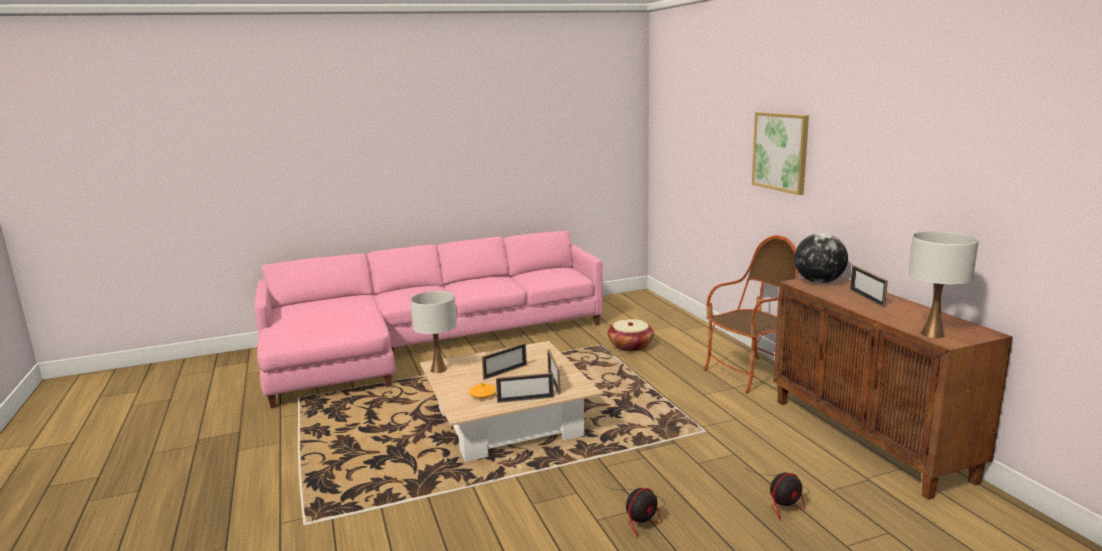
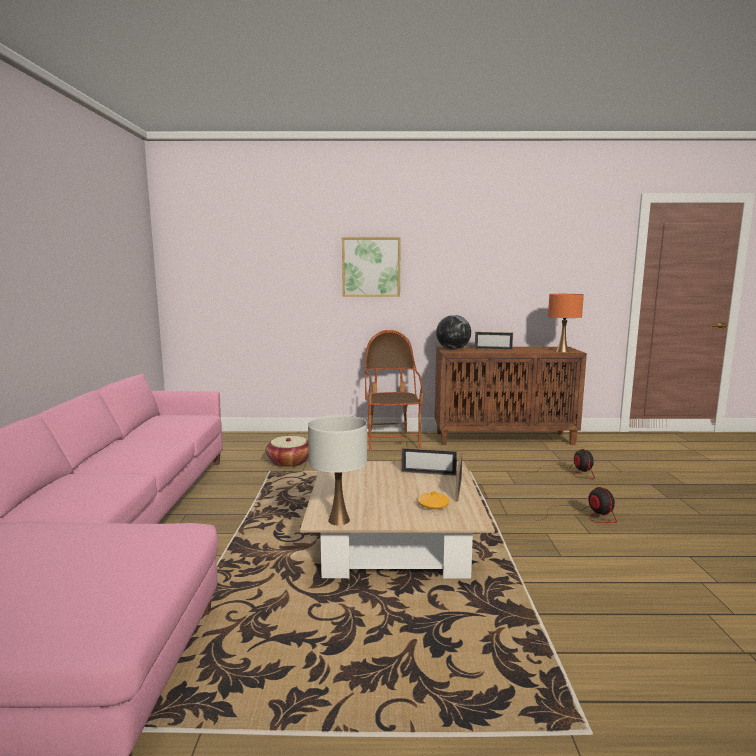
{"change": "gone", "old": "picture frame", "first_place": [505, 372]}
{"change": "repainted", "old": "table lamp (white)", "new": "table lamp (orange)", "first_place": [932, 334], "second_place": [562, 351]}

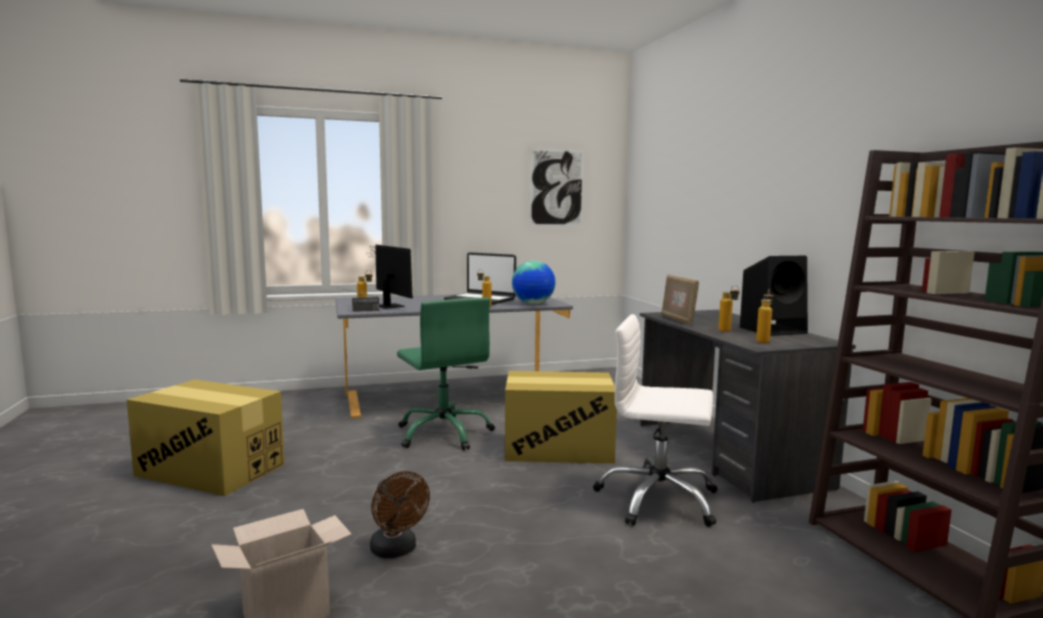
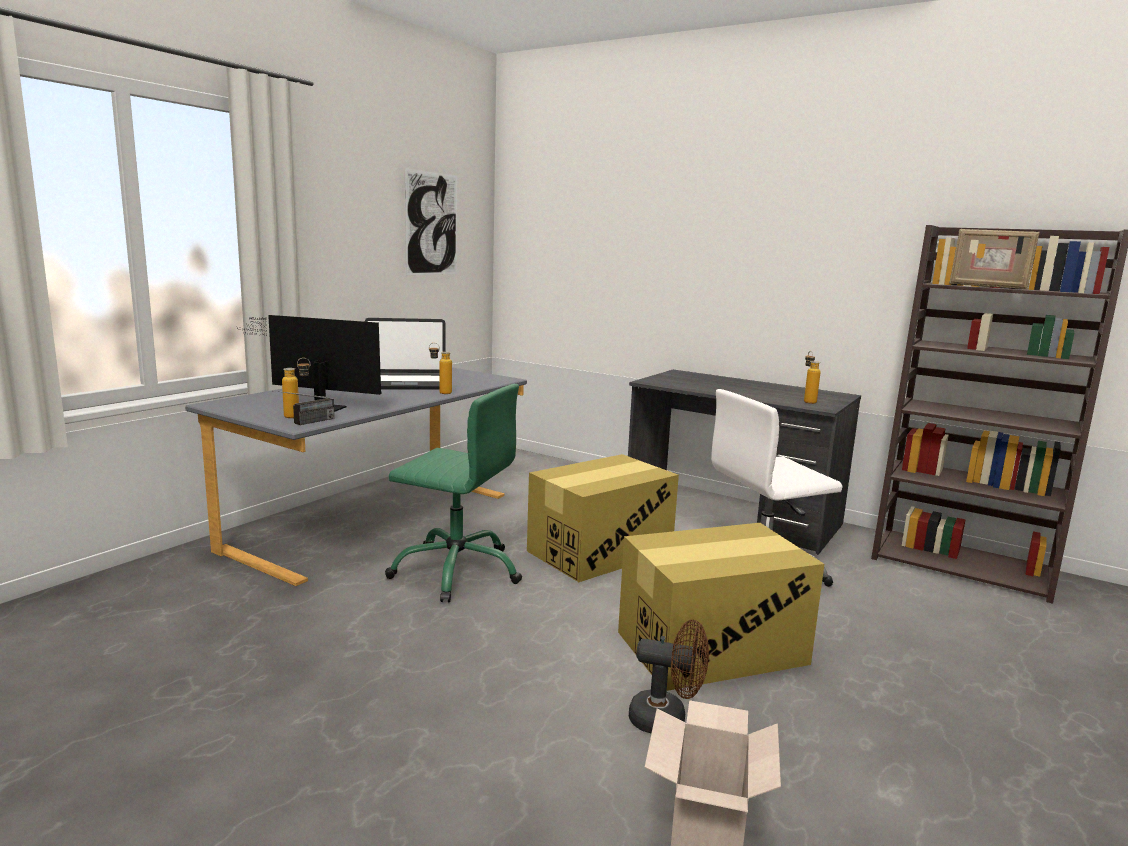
{"change": "shifted", "old": "cardboard box", "first_place": [210, 470], "second_place": [710, 648]}
{"change": "gone", "old": "globe", "first_place": [533, 304]}
{"change": "shifted", "old": "picture frame", "first_place": [678, 319], "second_place": [987, 286]}
{"change": "gone", "old": "bottle", "first_place": [728, 331]}
{"change": "gone", "old": "speaker (black)", "first_place": [773, 330]}

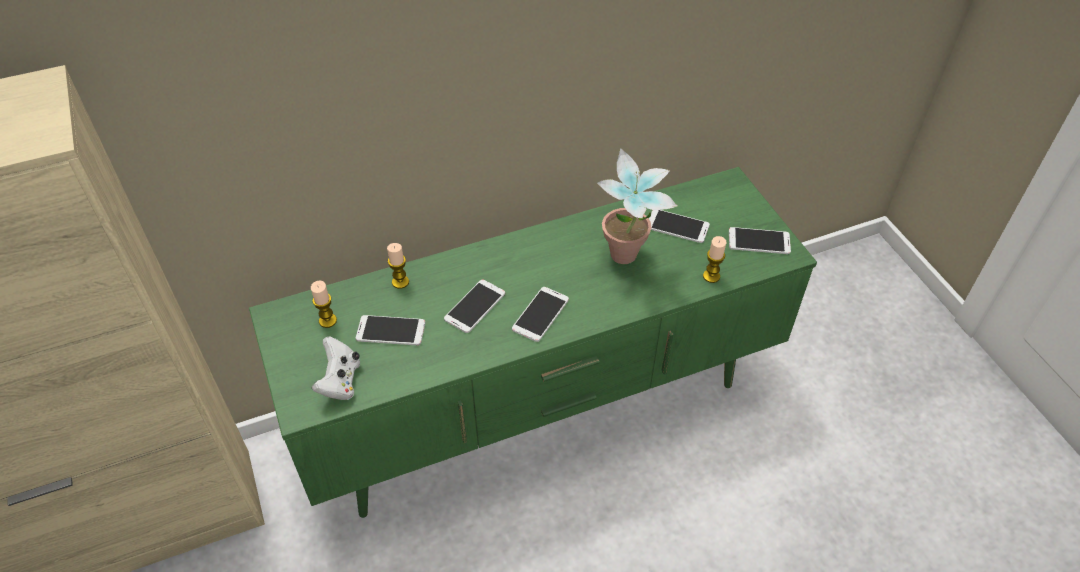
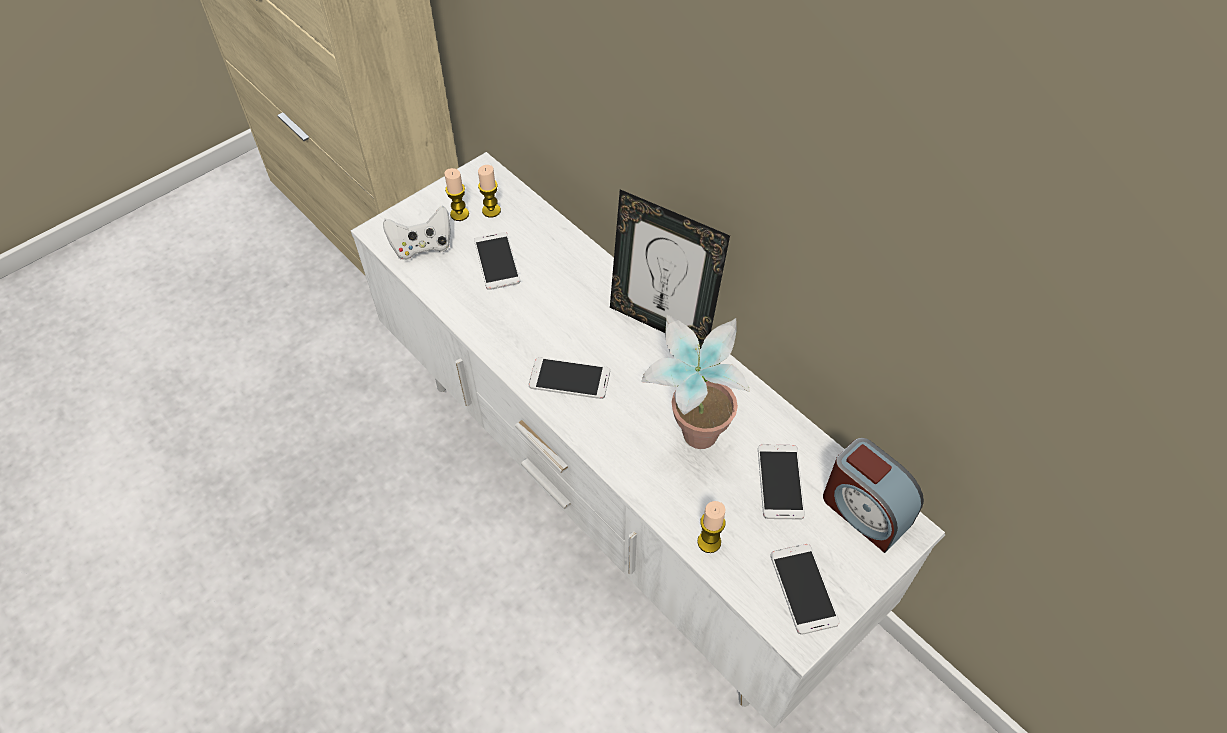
{"change": "repainted", "old": "tv stand (green)", "new": "tv stand (white)", "first_place": [539, 414], "second_place": [613, 501]}
{"change": "shifted", "old": "candle", "first_place": [400, 282], "second_place": [459, 214]}
{"change": "gone", "old": "phone", "first_place": [475, 306]}
{"change": "new", "new": "picture frame", "second_place": [661, 323]}
{"change": "new", "new": "alarm clock", "second_place": [864, 511]}

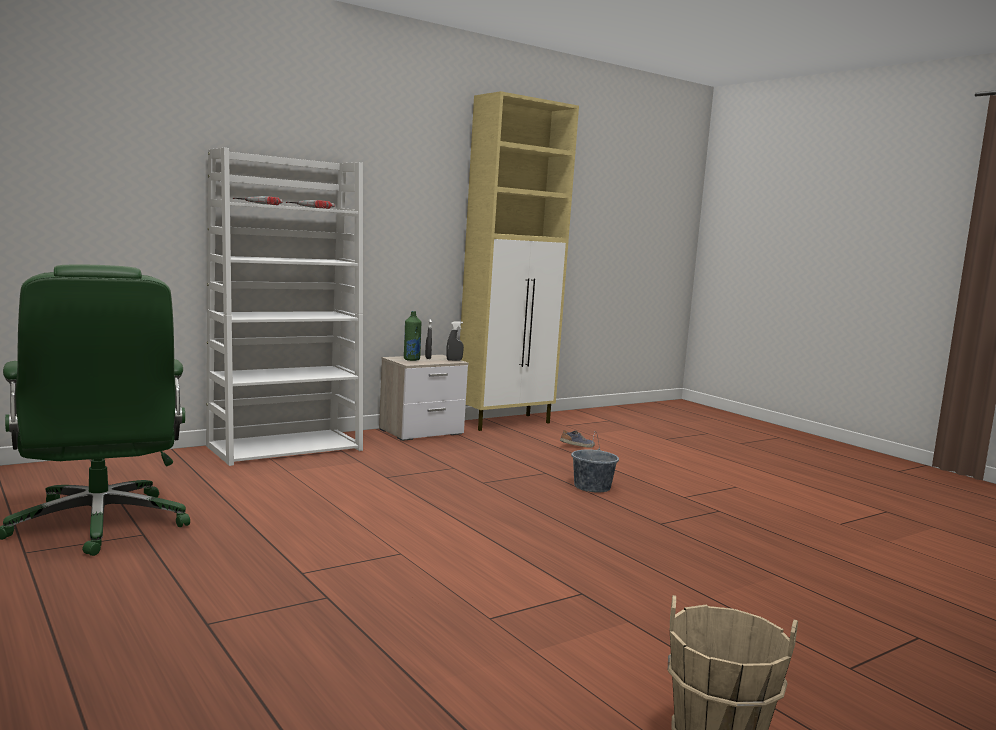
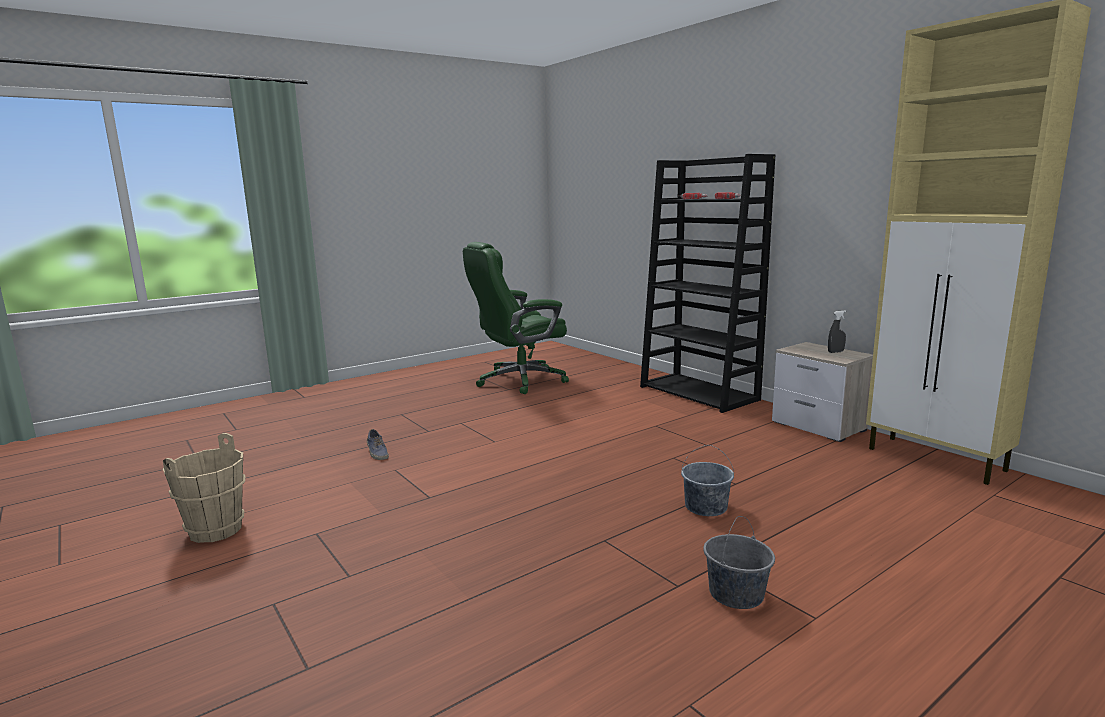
{"change": "repainted", "old": "bookcase (white)", "new": "bookcase (black)", "first_place": [286, 448], "second_place": [699, 393]}
{"change": "gone", "old": "bottle (green)", "first_place": [411, 359]}
{"change": "gone", "old": "spray bottle (grey)", "first_place": [454, 360]}
{"change": "shifted", "old": "shoe", "first_place": [577, 446], "second_place": [377, 453]}
{"change": "new", "new": "bucket (grey)", "second_place": [736, 594]}

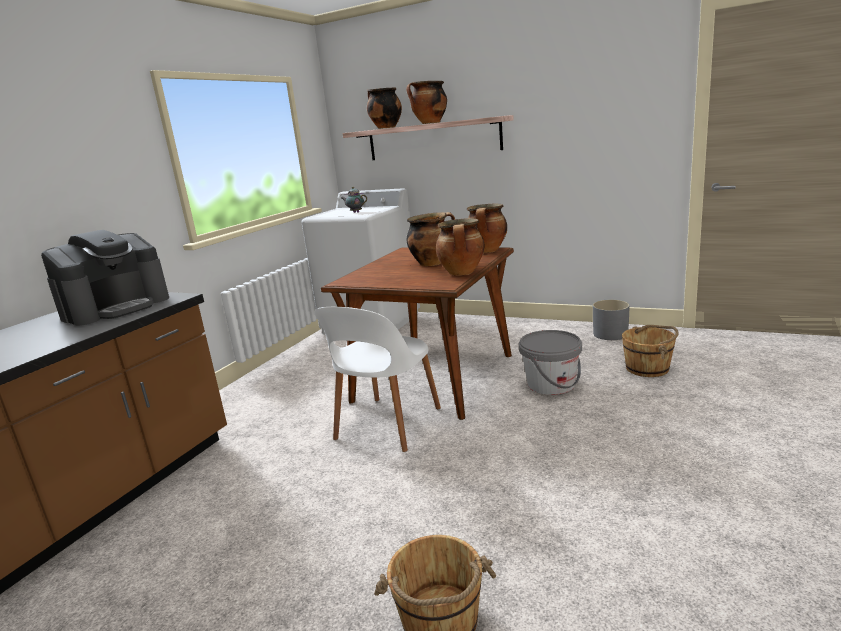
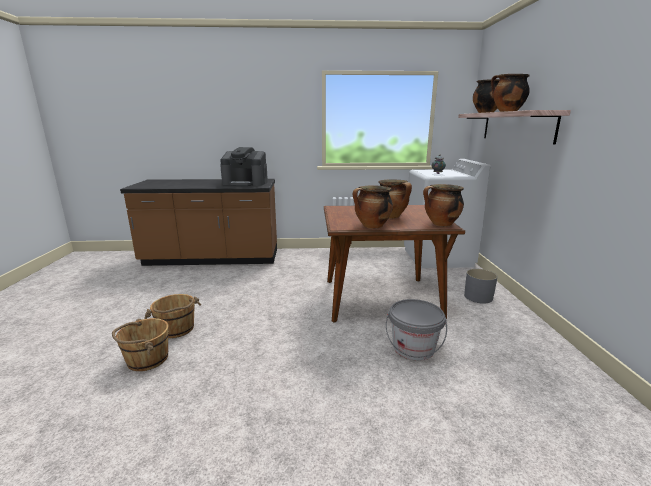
{"change": "gone", "old": "chair (white)", "first_place": [387, 425]}
{"change": "shifted", "old": "planter (grey)", "first_place": [610, 334], "second_place": [478, 297]}
{"change": "shifted", "old": "bucket (brown)", "first_place": [648, 368], "second_place": [176, 329]}

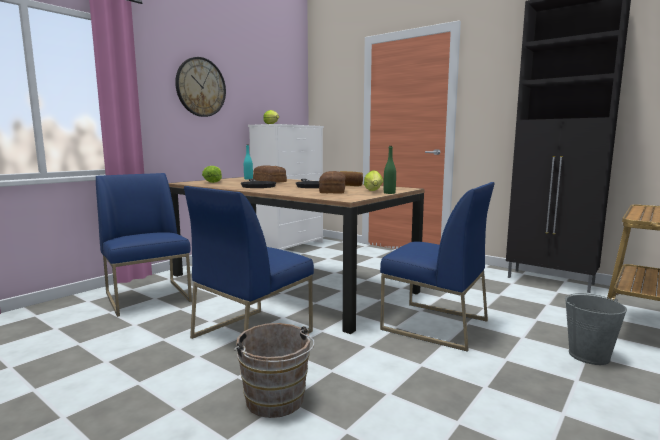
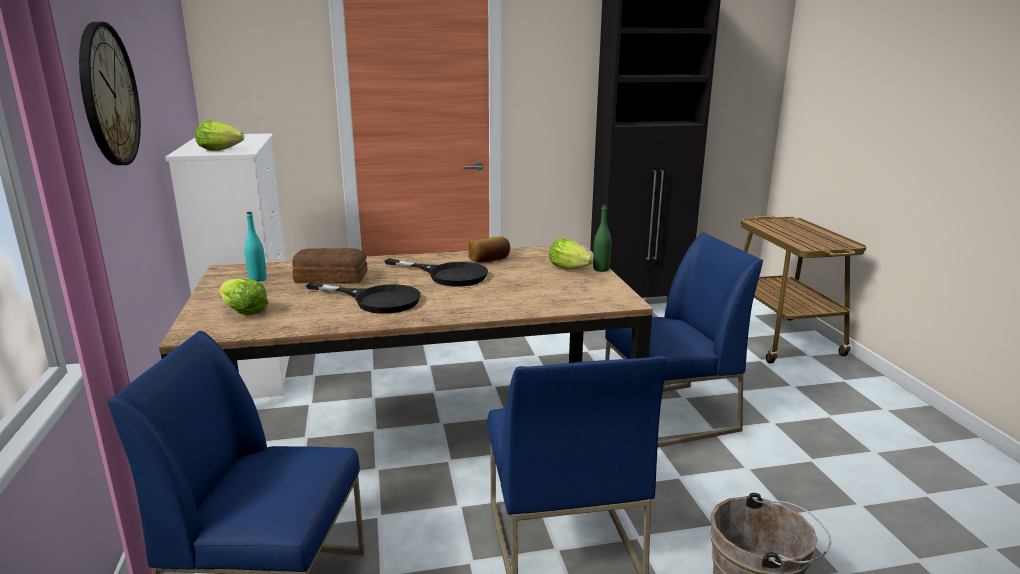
{"change": "gone", "old": "bread", "first_place": [333, 191]}
{"change": "gone", "old": "bucket (grey)", "first_place": [589, 356]}

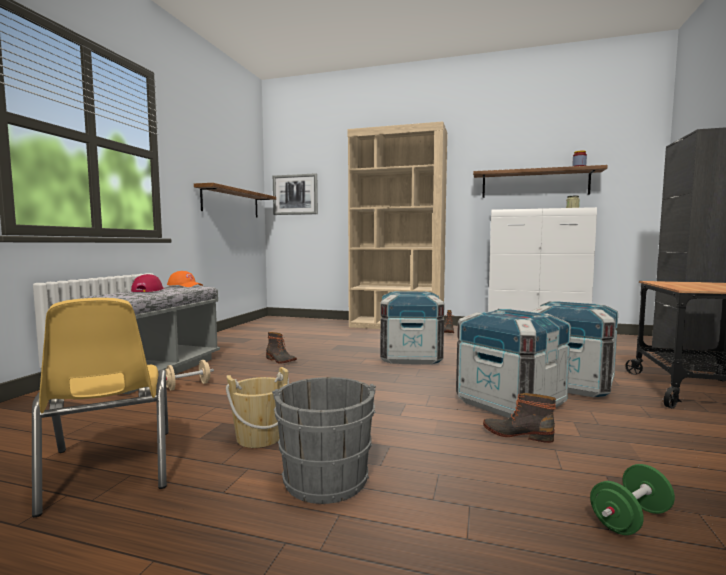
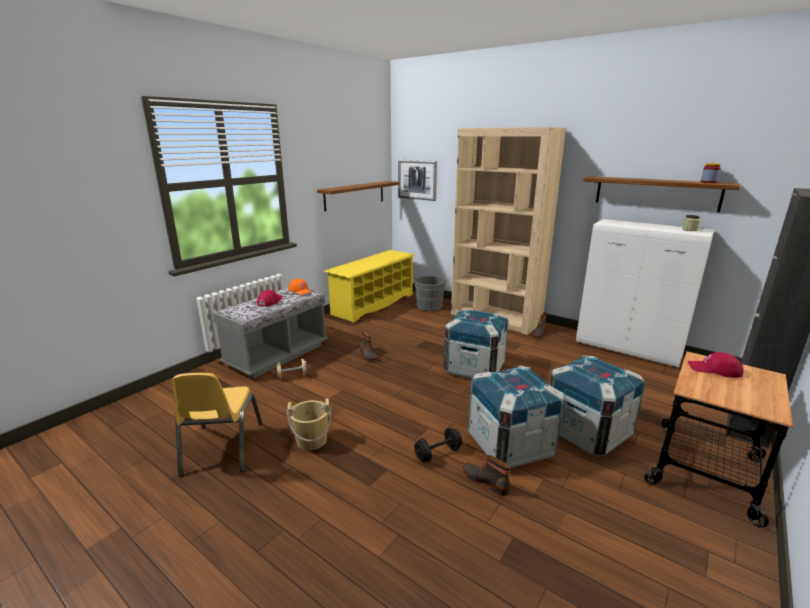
{"change": "shifted", "old": "bucket (grey)", "first_place": [325, 476], "second_place": [429, 306]}
{"change": "gone", "old": "dumbbell (green)", "first_place": [630, 519]}
{"change": "new", "new": "shoe rack (yellow)", "second_place": [373, 304]}
{"change": "new", "new": "dumbbell (black)", "second_place": [438, 453]}
{"change": "new", "new": "cap (red)", "second_place": [714, 370]}

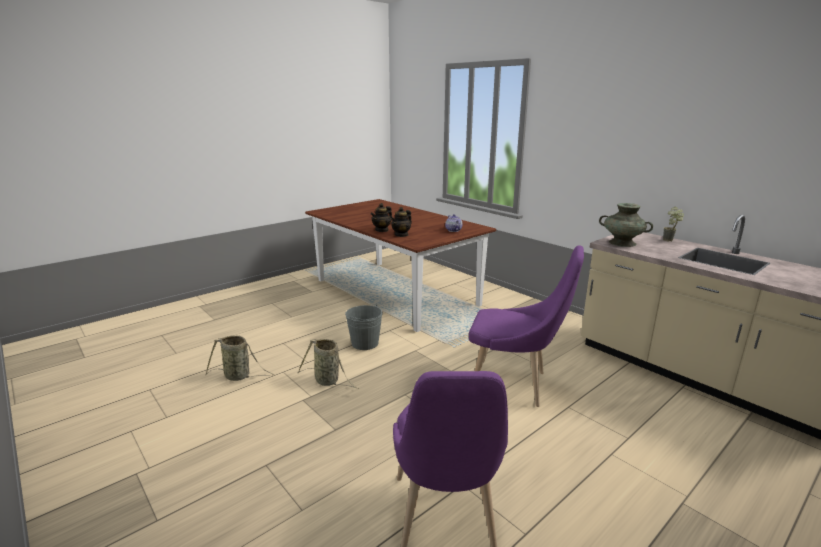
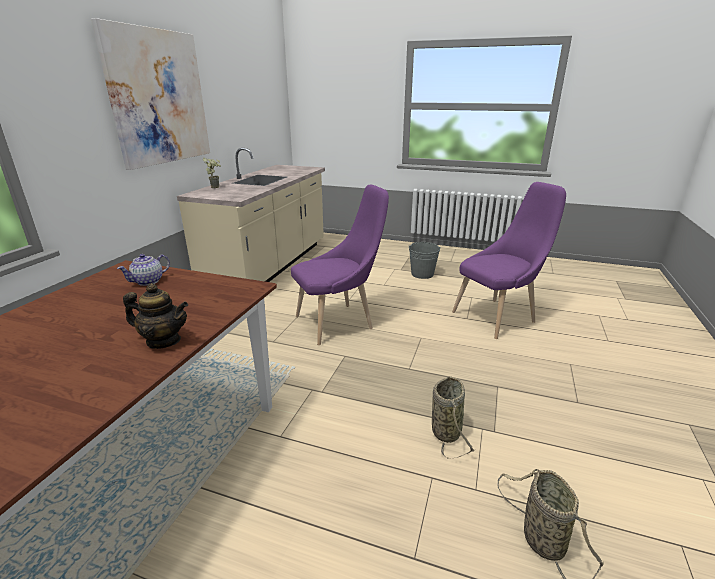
{"change": "shifted", "old": "bucket (grey)", "first_place": [365, 343], "second_place": [422, 274]}
{"change": "gone", "old": "teapot", "first_place": [401, 235]}
{"change": "rotated", "old": "chair (purple)", "first_place": [514, 385], "second_place": [339, 322], "degrees": 75}
{"change": "gone", "old": "vase (turquoise)", "first_place": [622, 243]}
{"change": "new", "new": "picture", "second_place": [159, 98]}

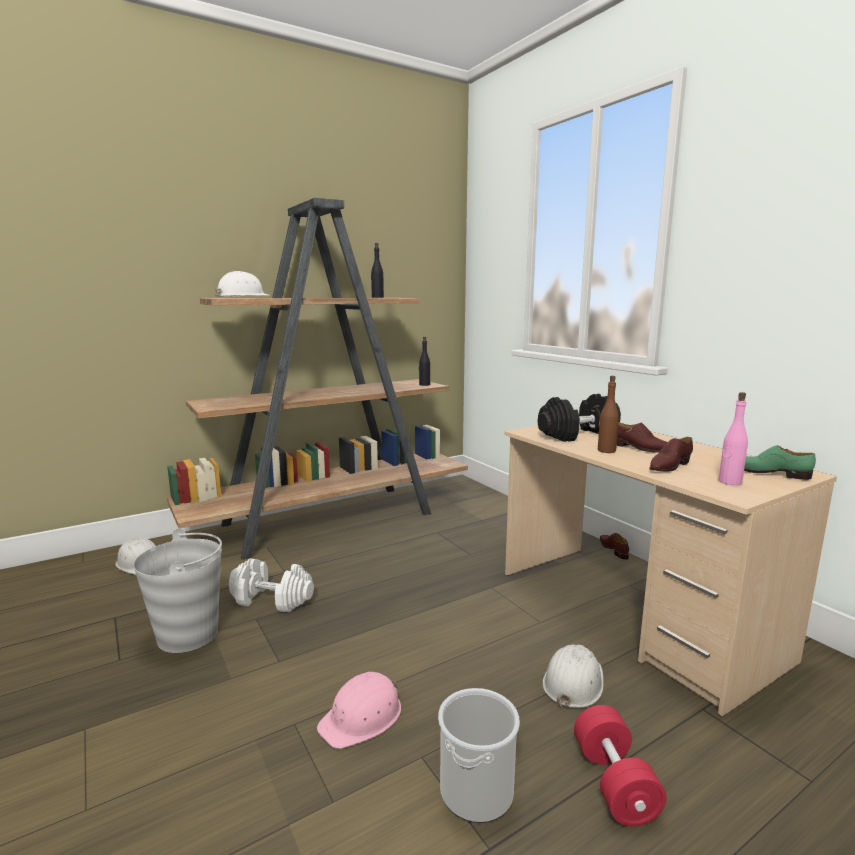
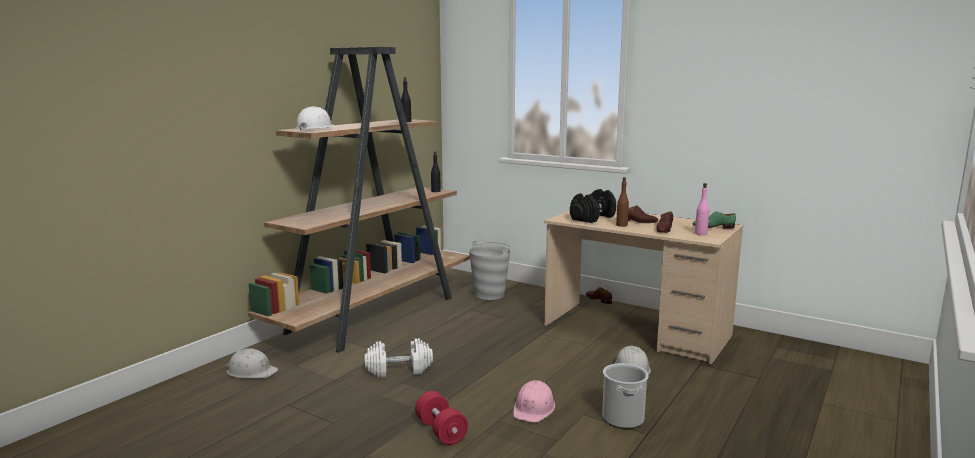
{"change": "shifted", "old": "bucket (grey)", "first_place": [189, 635], "second_place": [490, 294]}
{"change": "shifted", "old": "dumbbell (red)", "first_place": [614, 783], "second_place": [441, 431]}

